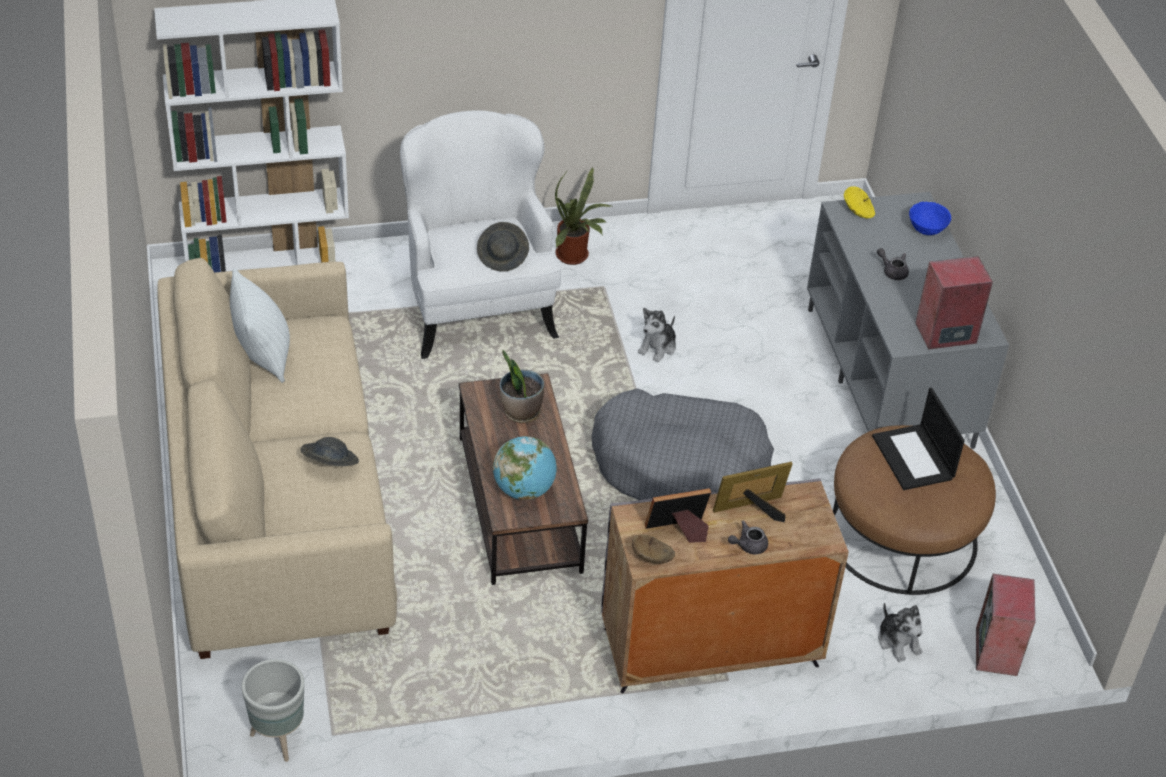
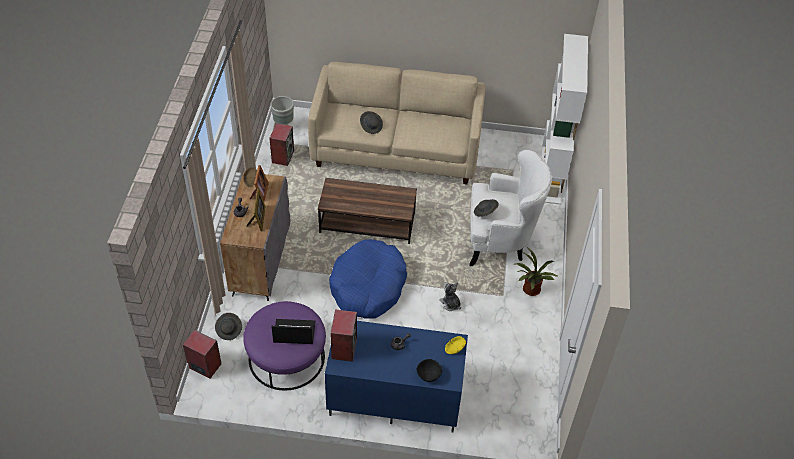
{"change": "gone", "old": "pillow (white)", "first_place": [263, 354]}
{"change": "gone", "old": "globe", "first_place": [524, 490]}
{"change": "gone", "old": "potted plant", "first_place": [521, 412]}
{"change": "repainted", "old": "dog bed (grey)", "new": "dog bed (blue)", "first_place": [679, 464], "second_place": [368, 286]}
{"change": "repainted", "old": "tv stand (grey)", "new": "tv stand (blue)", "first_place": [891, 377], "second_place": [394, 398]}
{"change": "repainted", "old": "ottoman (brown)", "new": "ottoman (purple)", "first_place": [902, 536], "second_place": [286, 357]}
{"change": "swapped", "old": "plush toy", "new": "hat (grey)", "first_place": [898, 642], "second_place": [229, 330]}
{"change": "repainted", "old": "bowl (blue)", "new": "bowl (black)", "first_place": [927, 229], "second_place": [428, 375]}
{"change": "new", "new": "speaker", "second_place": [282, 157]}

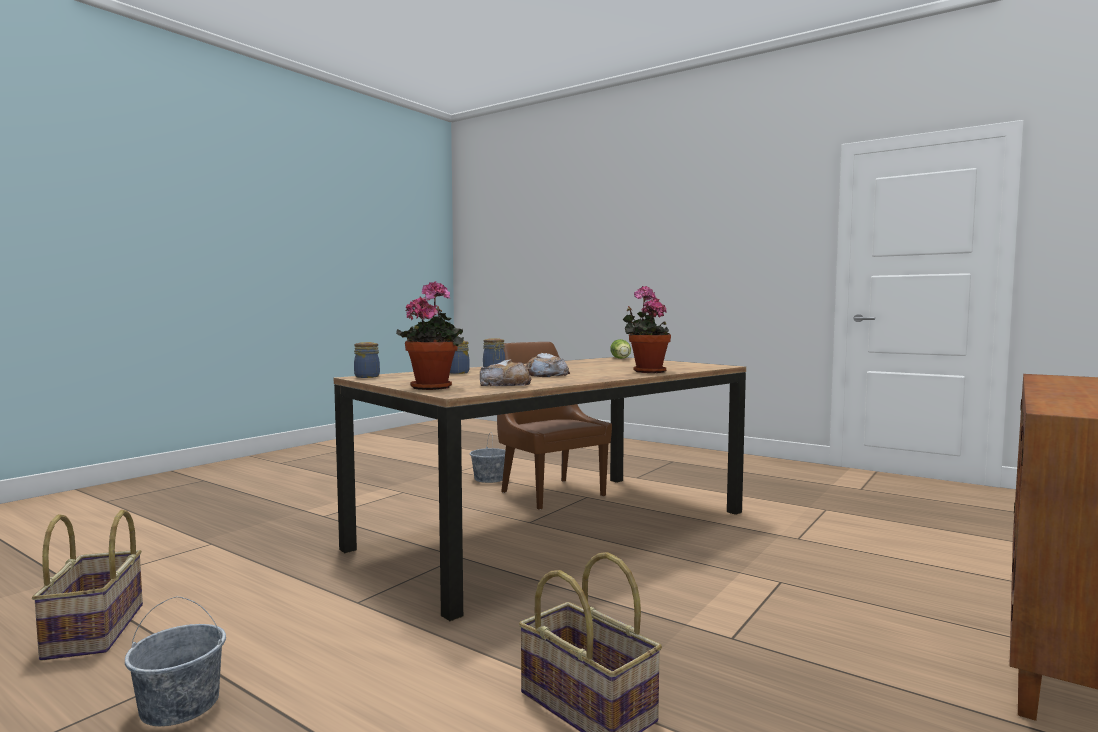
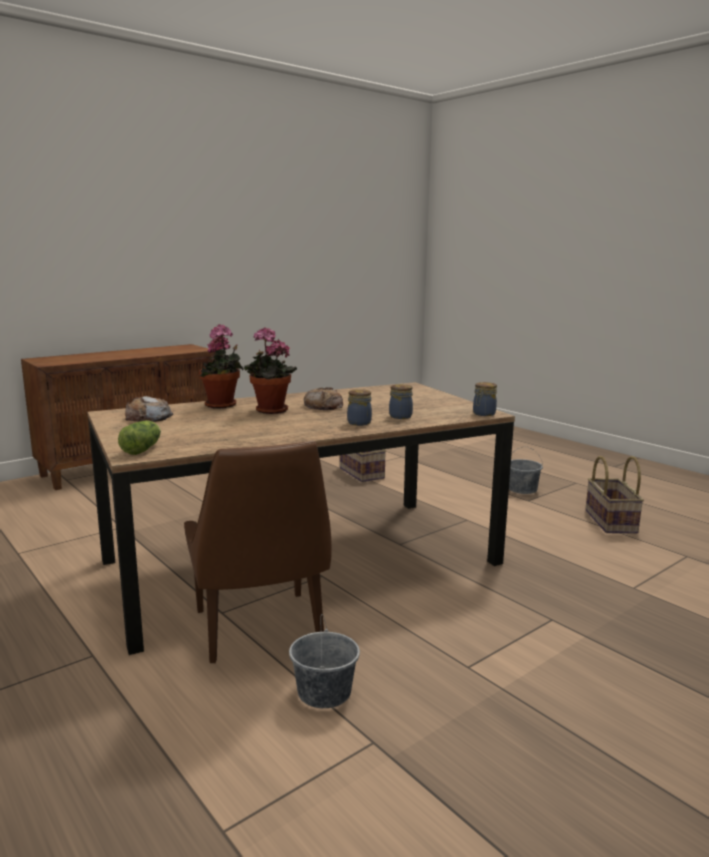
{"change": "shifted", "old": "potted plant", "first_place": [433, 387], "second_place": [269, 411]}
{"change": "shifted", "old": "bread", "first_place": [505, 384], "second_place": [148, 417]}

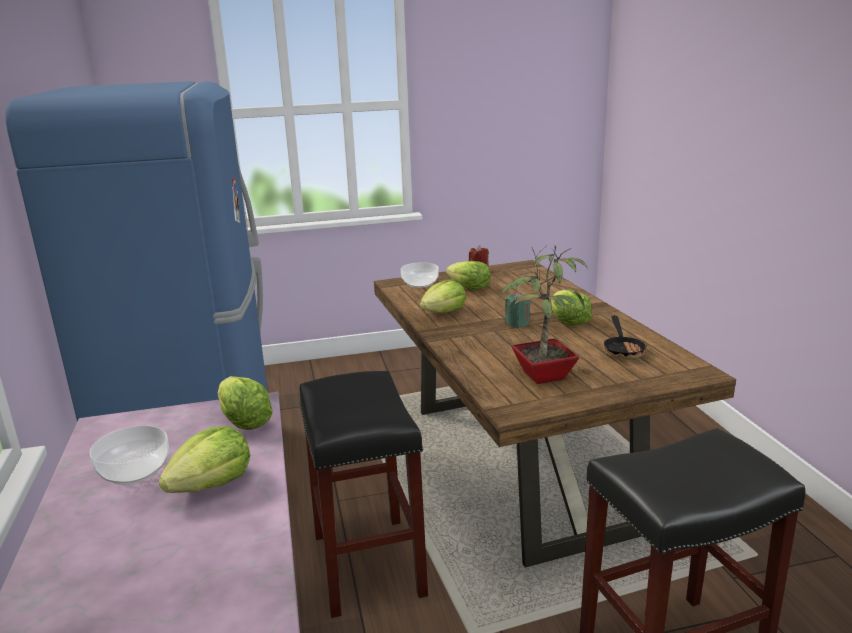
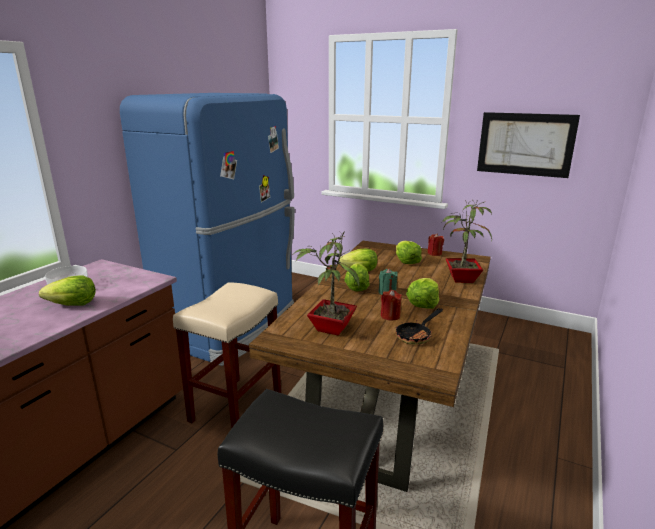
{"change": "shifted", "old": "lettuce", "first_place": [244, 422], "second_place": [356, 287]}
{"change": "repainted", "old": "stool (black)", "new": "stool (beige)", "first_place": [366, 563], "second_place": [236, 406]}
{"change": "gone", "old": "bowl", "first_place": [420, 283]}
{"change": "new", "new": "candle (red)", "second_place": [390, 316]}
{"change": "new", "new": "potted plant", "second_place": [460, 279]}
{"change": "new", "new": "picture", "second_place": [525, 144]}

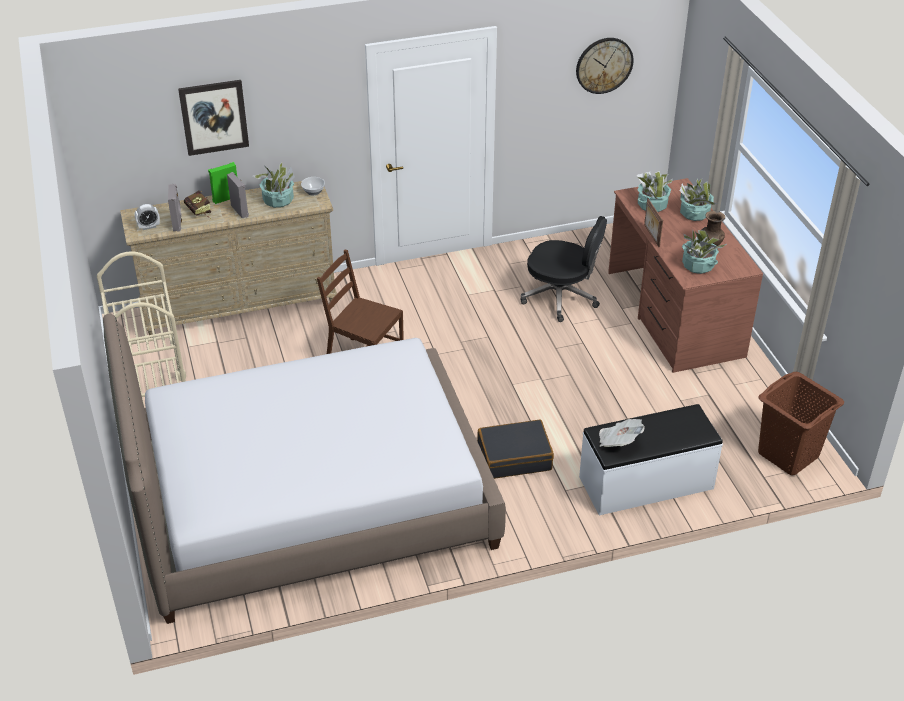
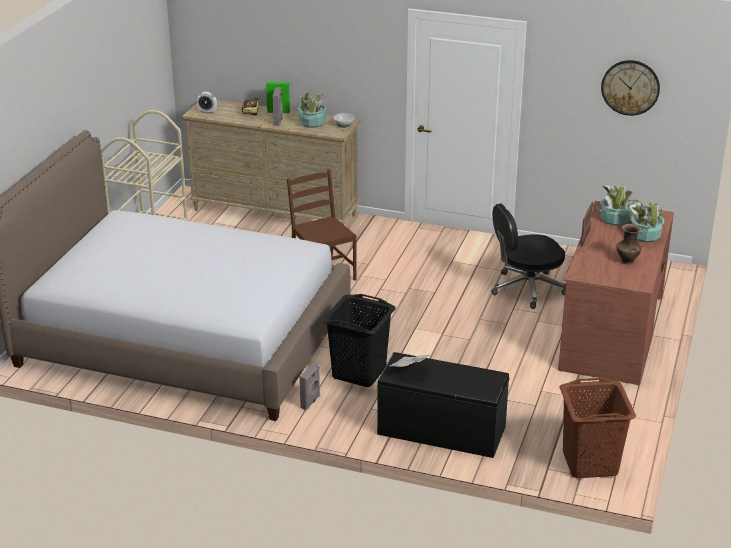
{"change": "shifted", "old": "speaker (grey)", "first_place": [178, 223], "second_place": [311, 402]}
{"change": "gone", "old": "picture", "first_place": [214, 117]}
{"change": "swapped", "old": "suitcase (black)", "new": "laundry basket (black)", "first_place": [514, 457], "second_place": [358, 372]}
{"change": "rotated", "old": "office chair (black)", "first_place": [561, 297], "second_place": [526, 289], "degrees": 105}
{"change": "repainted", "old": "bench (white)", "new": "bench (black)", "first_place": [646, 483], "second_place": [441, 431]}
{"change": "gone", "old": "potted plant", "first_place": [698, 265]}

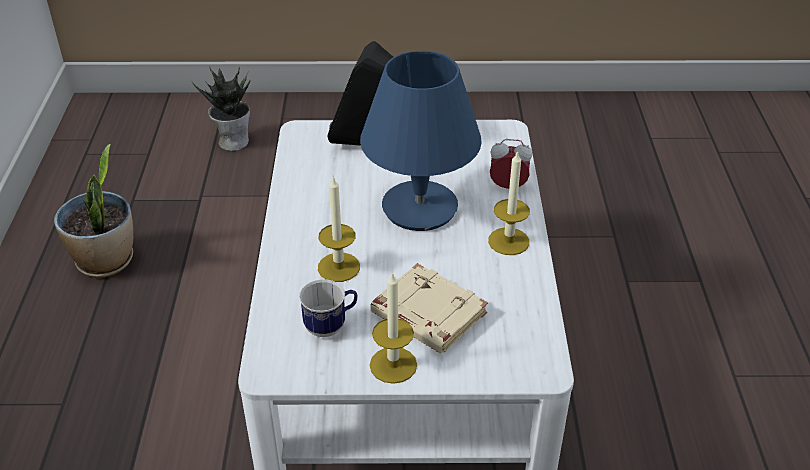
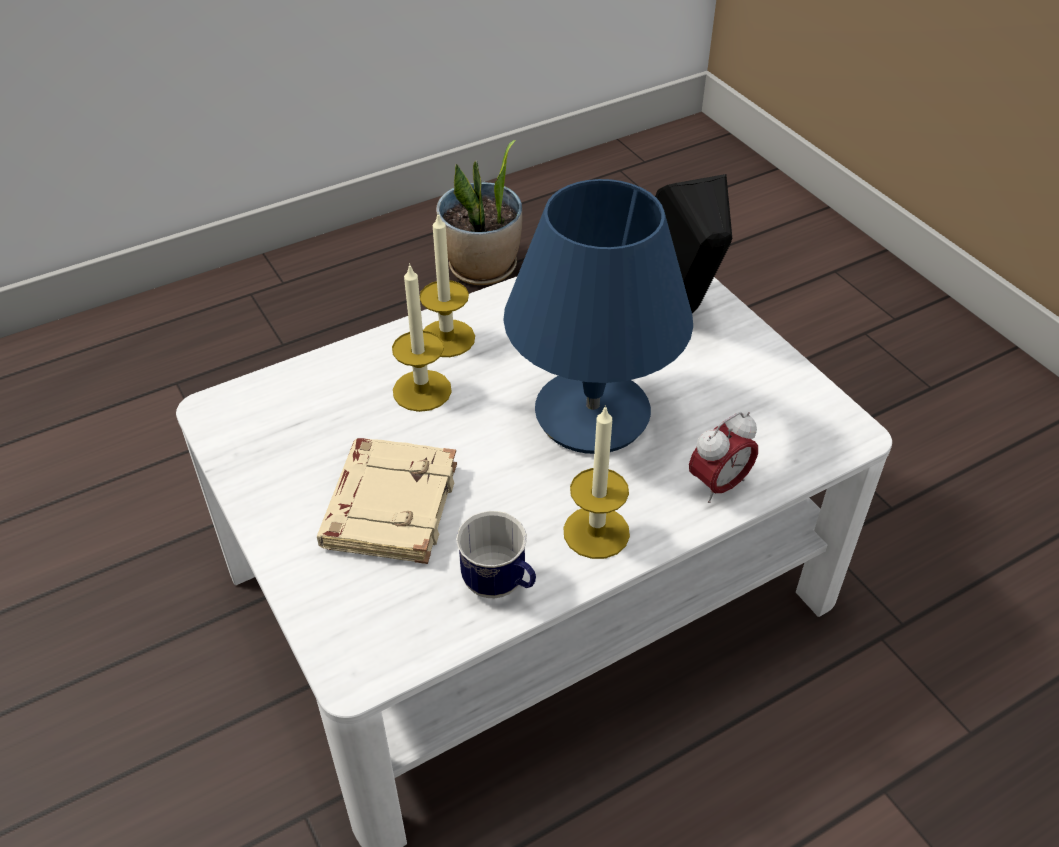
{"change": "gone", "old": "potted plant", "first_place": [233, 141]}
{"change": "shifted", "old": "mug", "first_place": [331, 325], "second_place": [501, 586]}
{"change": "shifted", "old": "candle", "first_place": [393, 365], "second_place": [447, 338]}
{"change": "rotated", "old": "alarm clock", "first_place": [508, 186], "second_place": [718, 485], "degrees": 75}

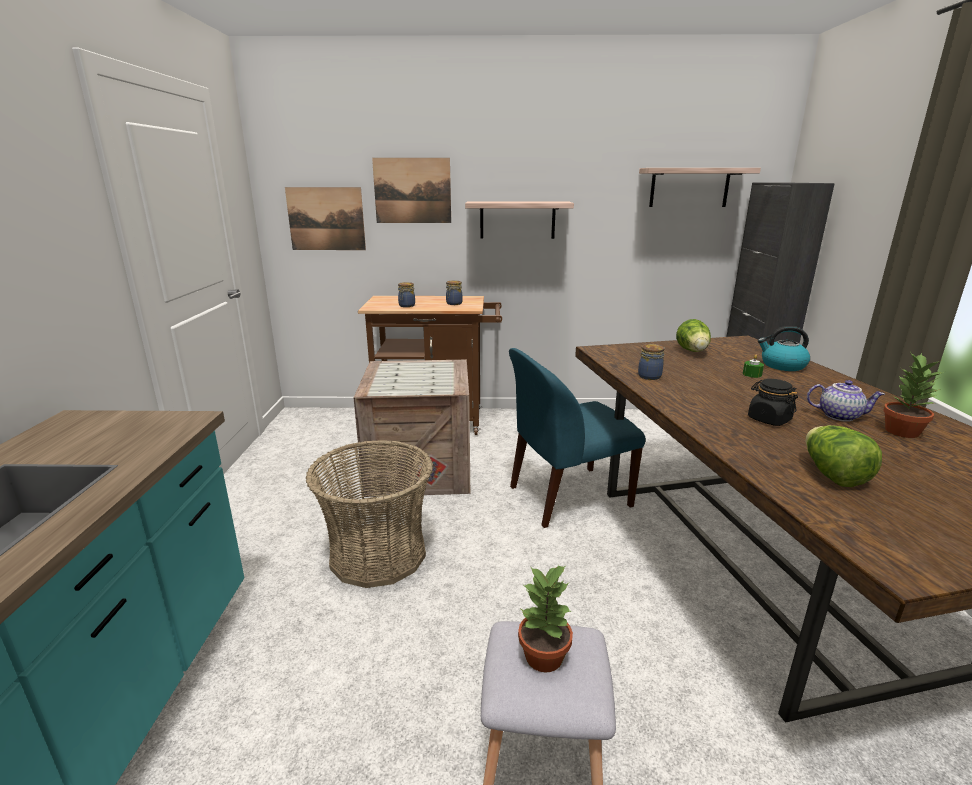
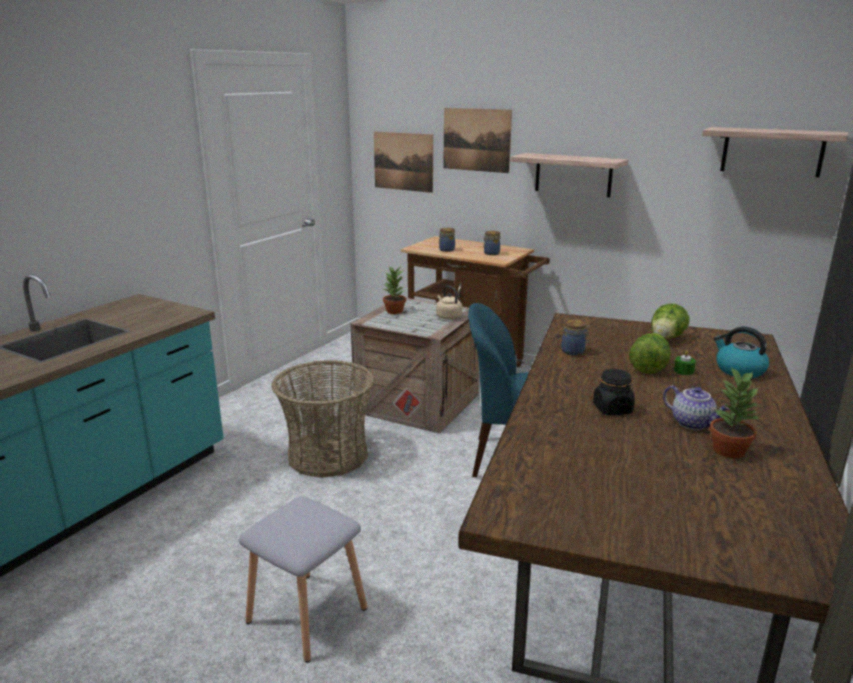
{"change": "shifted", "old": "potted plant", "first_place": [545, 657], "second_place": [394, 311]}
{"change": "shifted", "old": "lettuce", "first_place": [832, 475], "second_place": [648, 367]}
{"change": "new", "new": "kettle (beige)", "second_place": [448, 317]}

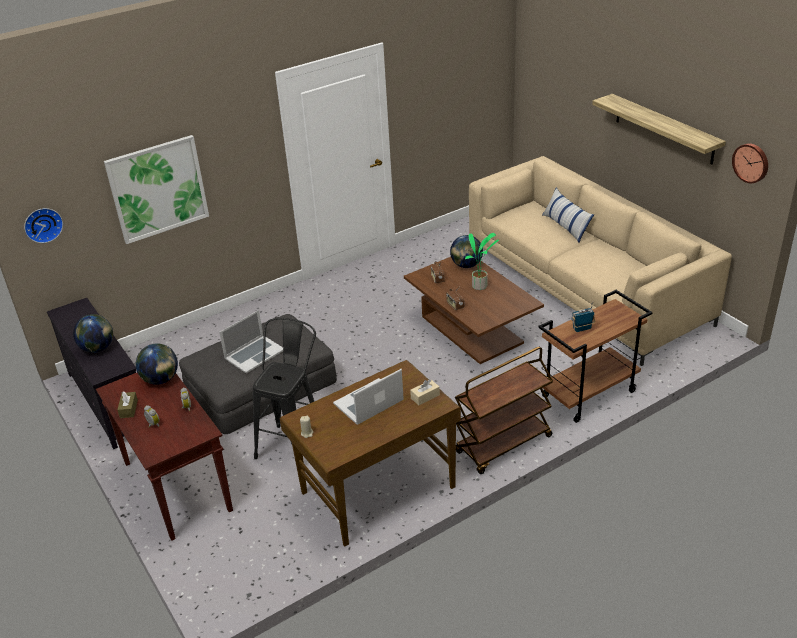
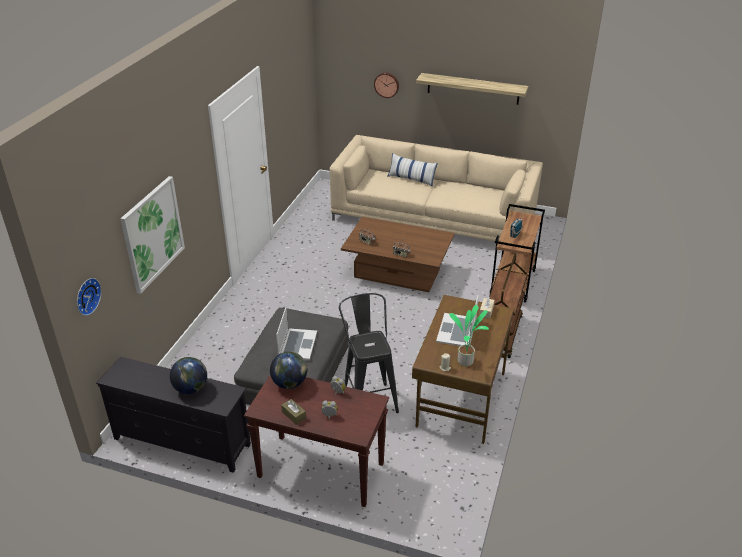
{"change": "gone", "old": "globe", "first_place": [466, 265]}
{"change": "shifted", "old": "potted plant", "first_place": [480, 286], "second_place": [466, 361]}
{"change": "shifted", "old": "wall clock", "first_place": [751, 162], "second_place": [386, 84]}

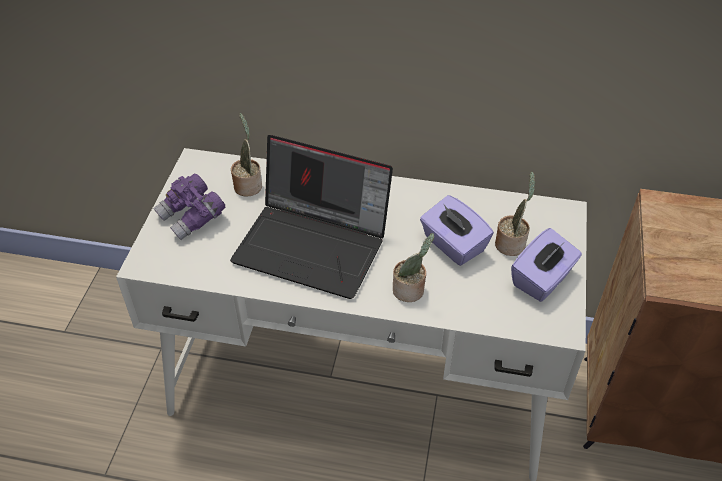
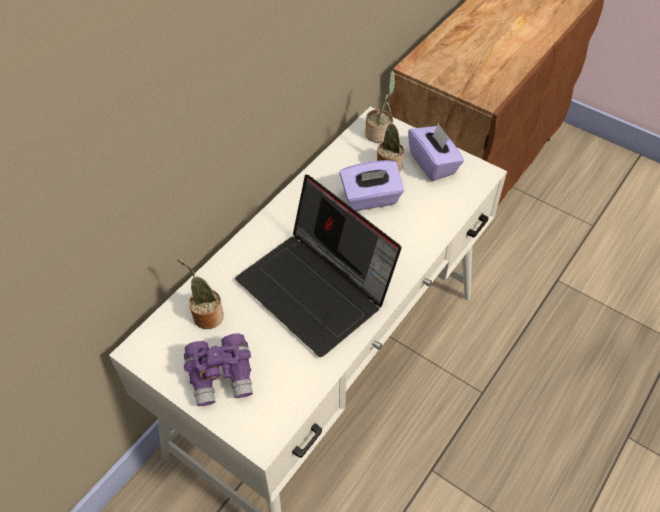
{"change": "rotated", "old": "laptop", "first_place": [314, 245], "second_place": [317, 289], "degrees": 90}
{"change": "shifted", "old": "potted plant", "first_place": [410, 290], "second_place": [379, 133]}

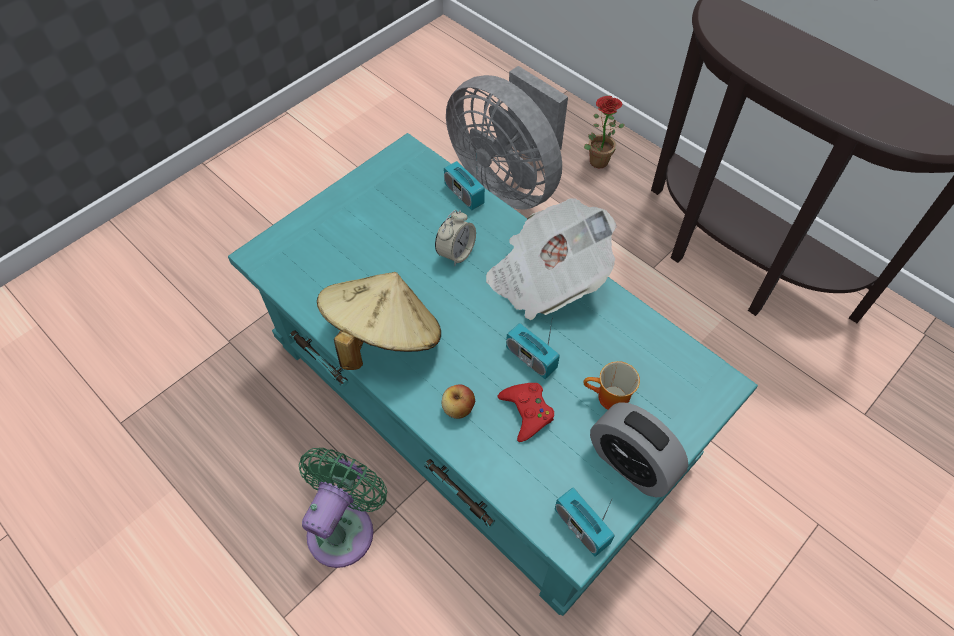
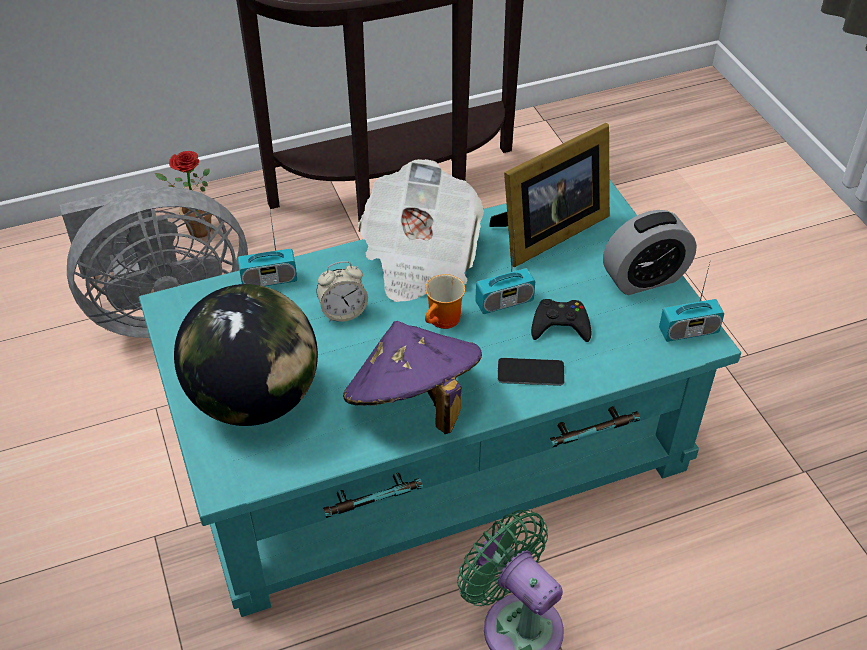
{"change": "repainted", "old": "hat (beige)", "new": "hat (purple)", "first_place": [383, 337], "second_place": [413, 403]}
{"change": "rotated", "old": "alarm clock", "first_place": [456, 253], "second_place": [343, 312], "degrees": 105}
{"change": "swapped", "old": "apple", "new": "phone", "first_place": [458, 408], "second_place": [530, 372]}
{"change": "repainted", "old": "game controller (red)", "new": "game controller (black)", "first_place": [527, 412], "second_place": [560, 325]}
{"change": "shifted", "old": "mug", "first_place": [609, 399], "second_place": [444, 321]}
{"change": "new", "new": "globe", "second_place": [254, 399]}
{"change": "new", "new": "picture frame", "second_place": [547, 233]}

